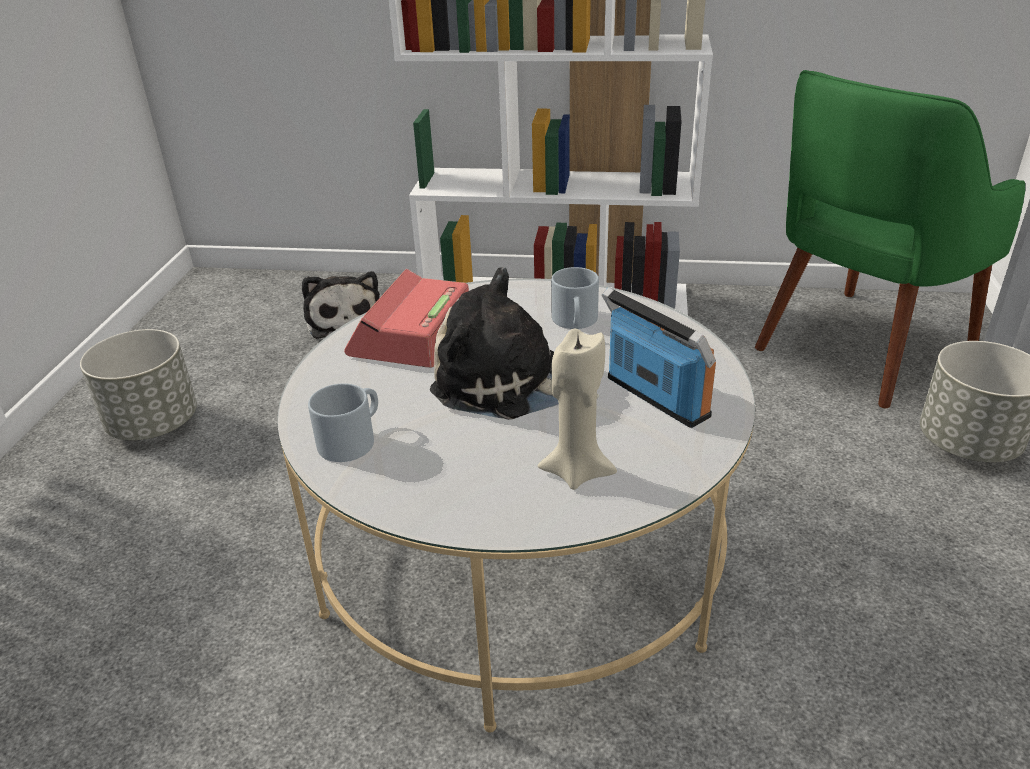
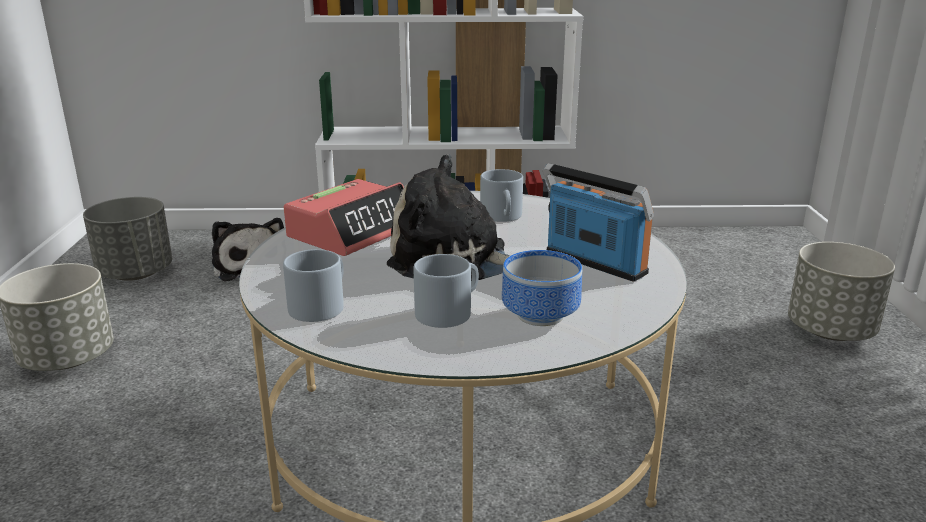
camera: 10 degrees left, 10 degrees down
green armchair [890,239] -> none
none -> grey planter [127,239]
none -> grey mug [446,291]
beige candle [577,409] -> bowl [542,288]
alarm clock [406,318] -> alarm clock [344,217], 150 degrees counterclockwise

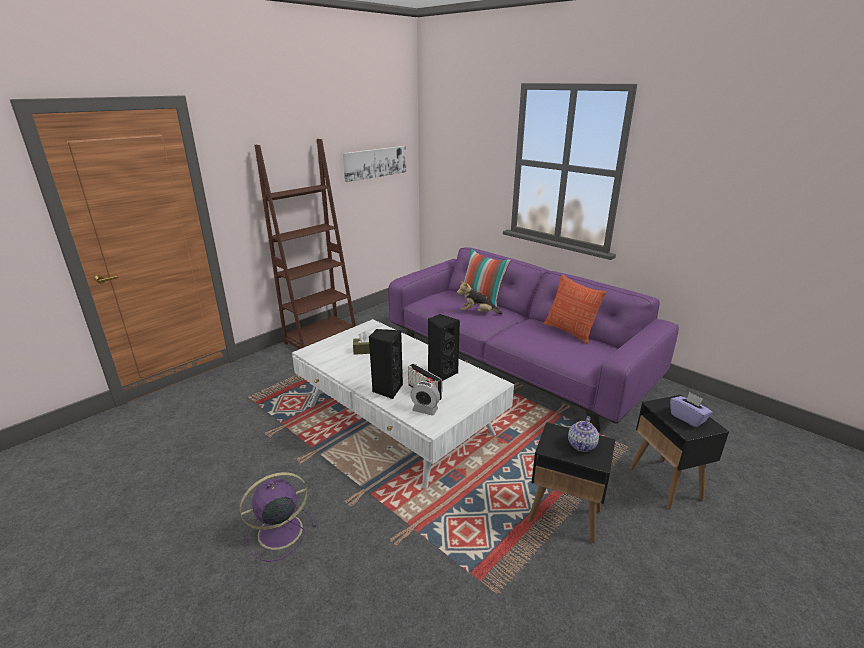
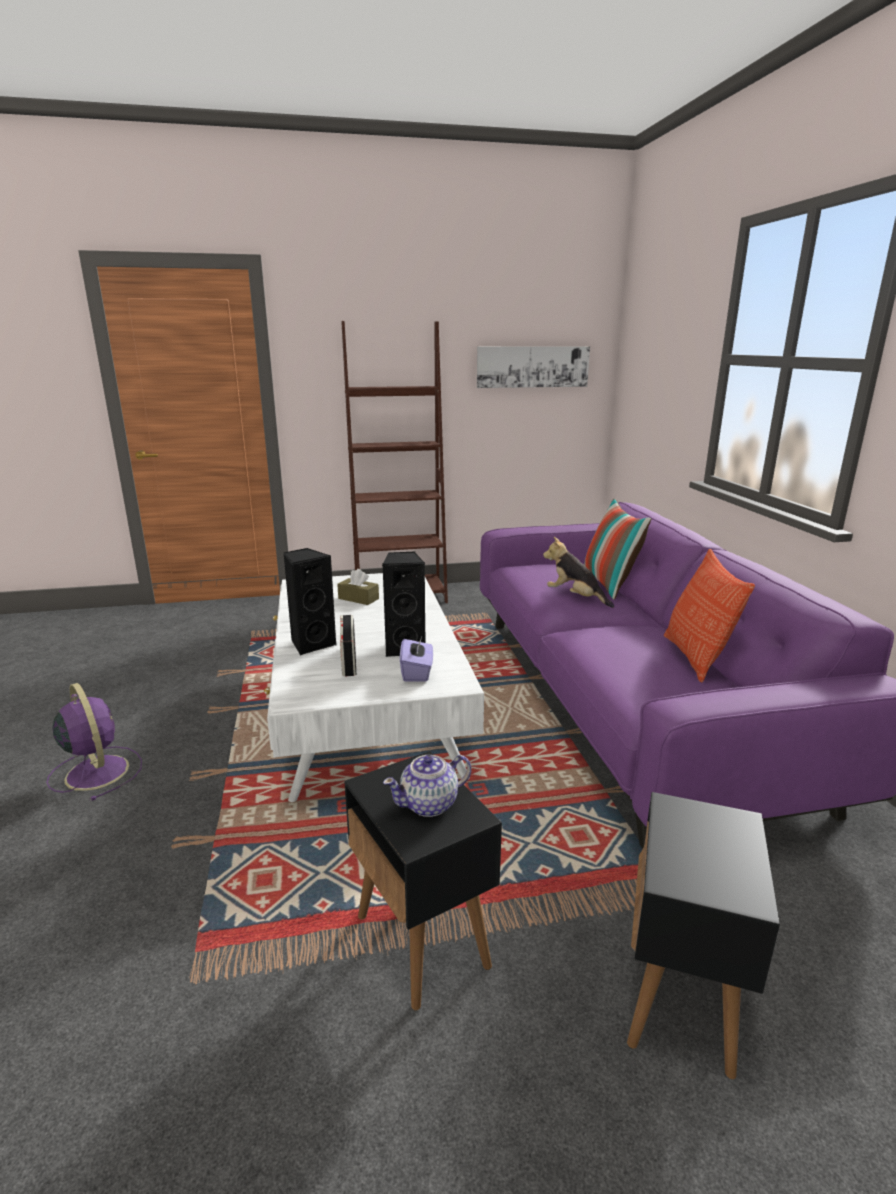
camera: 35 degrees right, 5 degrees down
alarm clock [425,398] -> none
purple tissue box [691,409] -> purple tissue box [416,657], relocated
purple fan [278,517] -> purple fan [94,742], 45 degrees clockwise

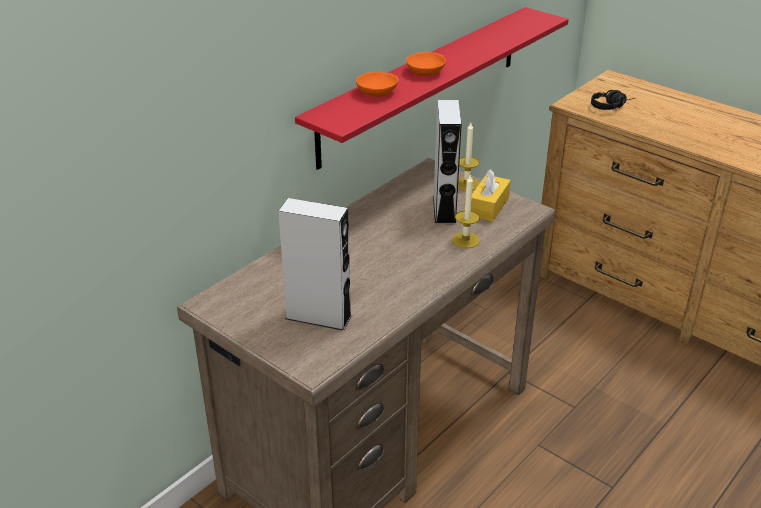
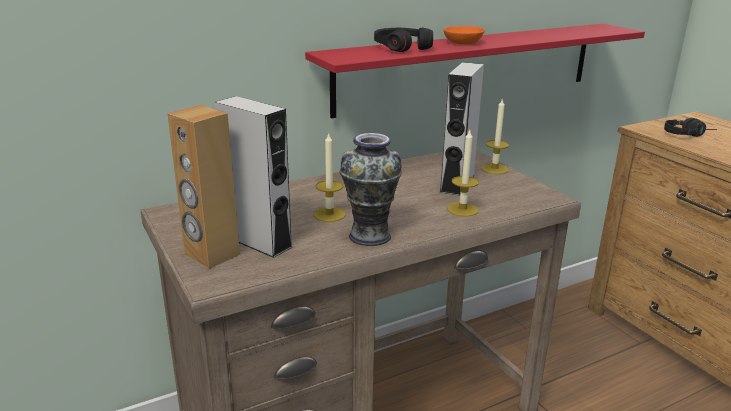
camera: 20 degrees right, 10 degrees down
yellow tissue box [491,195] -> none
none -> brown speaker [203,187]
none -> candle [330,177]
none -> vase [371,189]
orange bowl [377,84] -> black headphones [403,39]

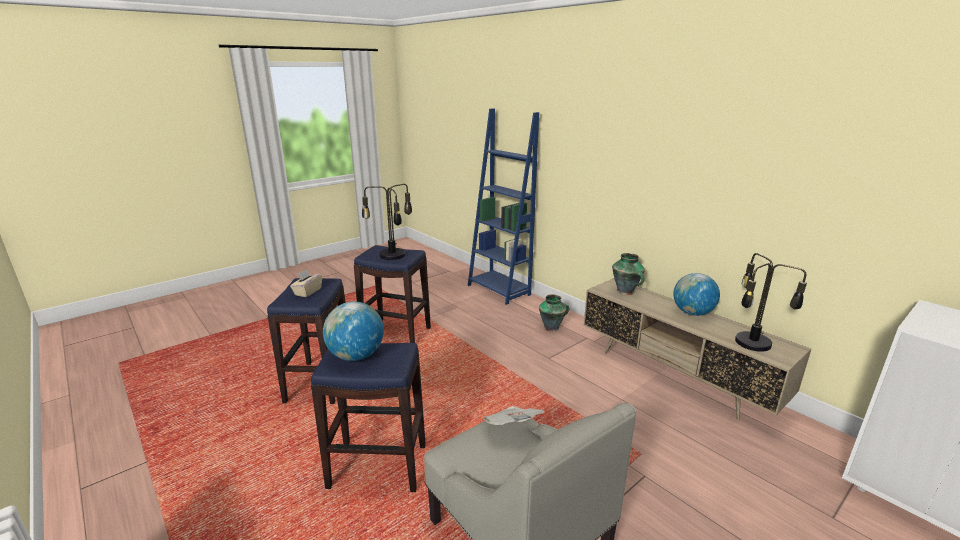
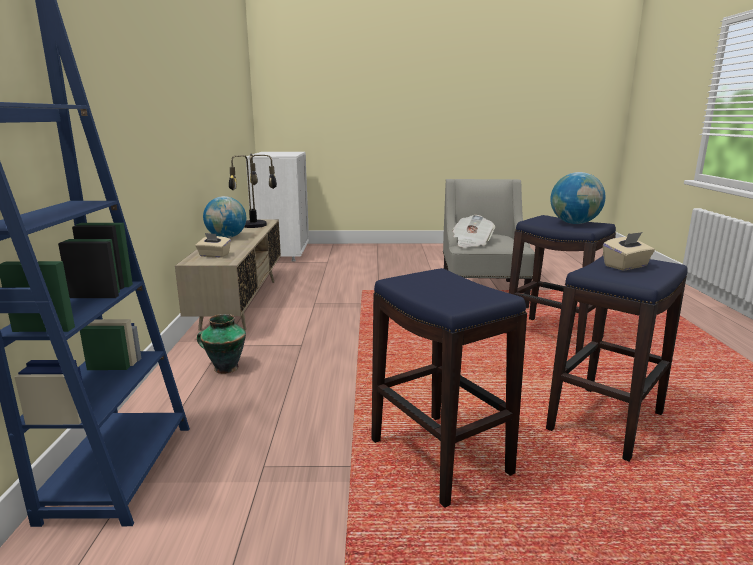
camera: 140 degrees left, 5 degrees down
table lamp [387,222] -> none
vase [628,274] -> beige tissue box [213,245]

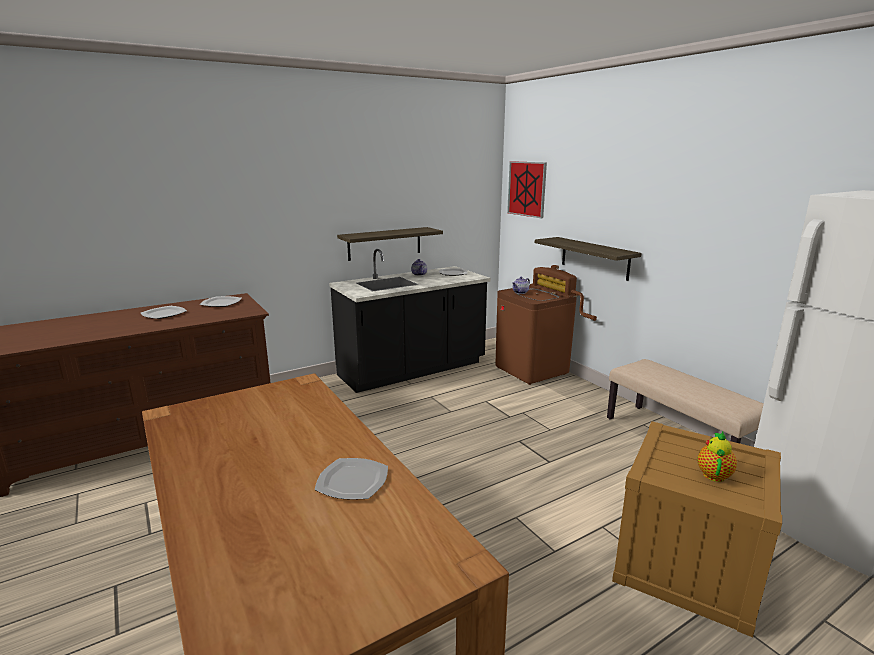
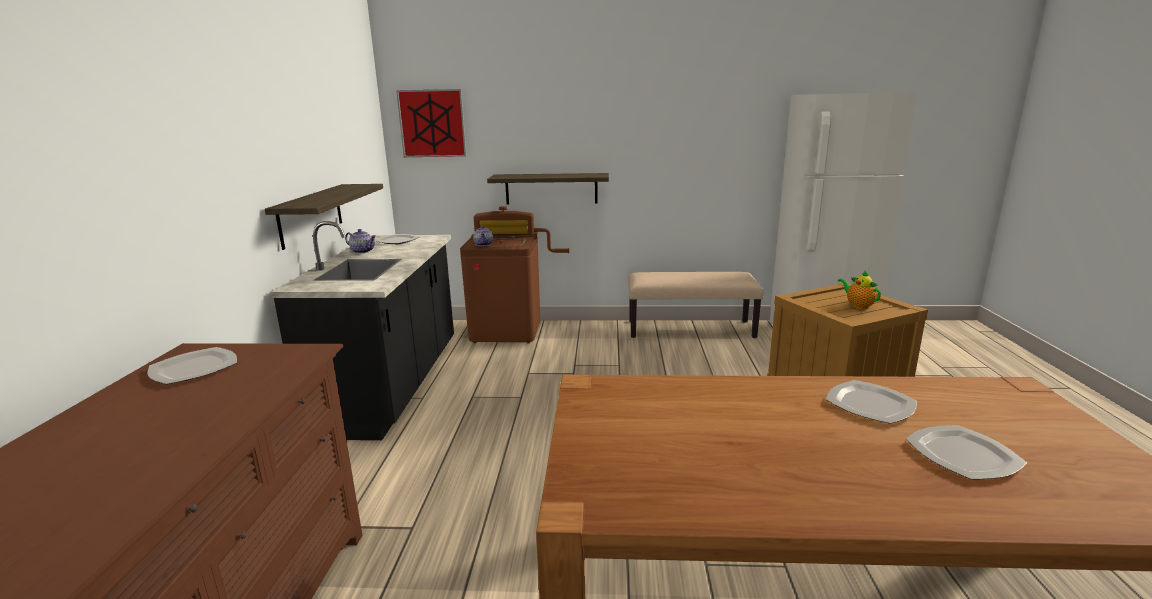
camera: 55 degrees left, 0 degrees up
plate [164,312] -> plate [966,452], relocated

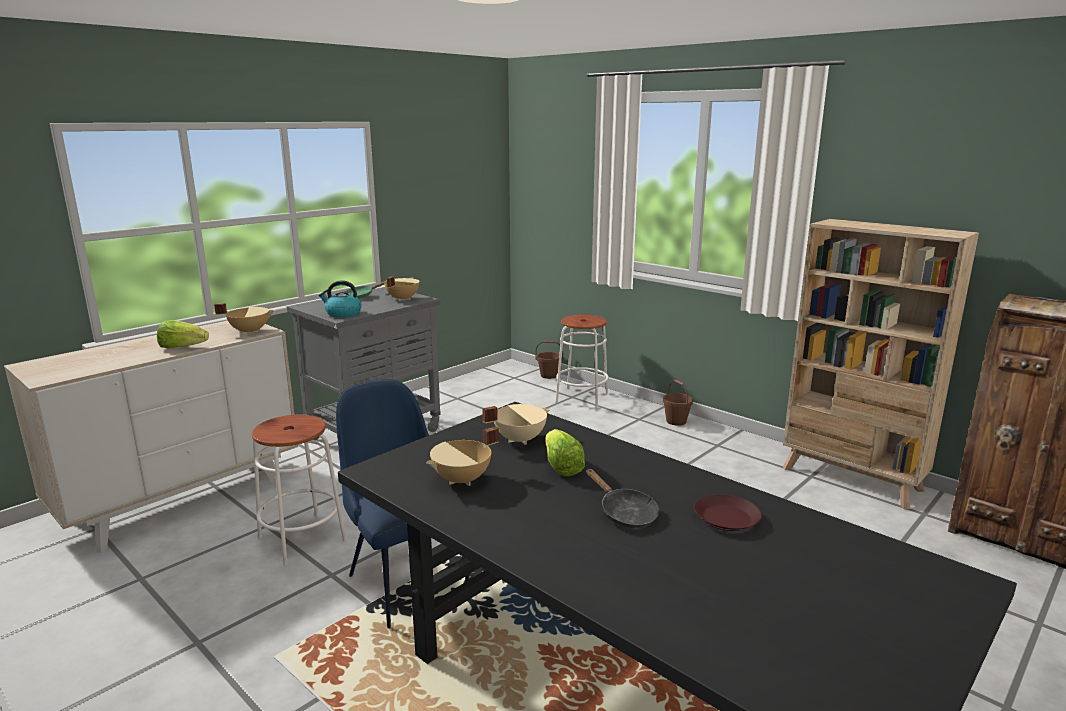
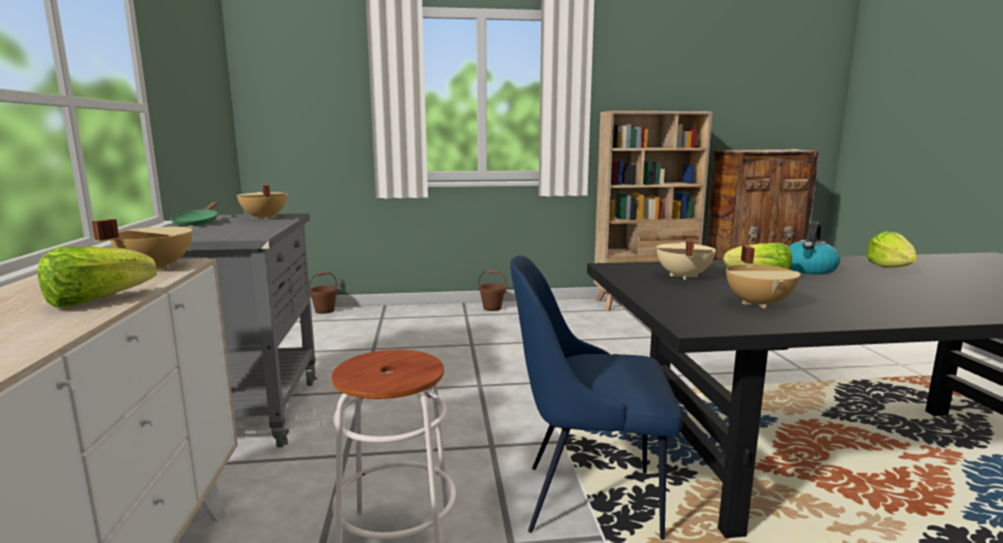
camera: 50 degrees left, 5 degrees down
white stool [582,361] -> none
black frying pan [622,498] -> none
kettle [340,299] -> kettle [814,248], relocated
brown plate [728,512] -> lettuce [891,249]

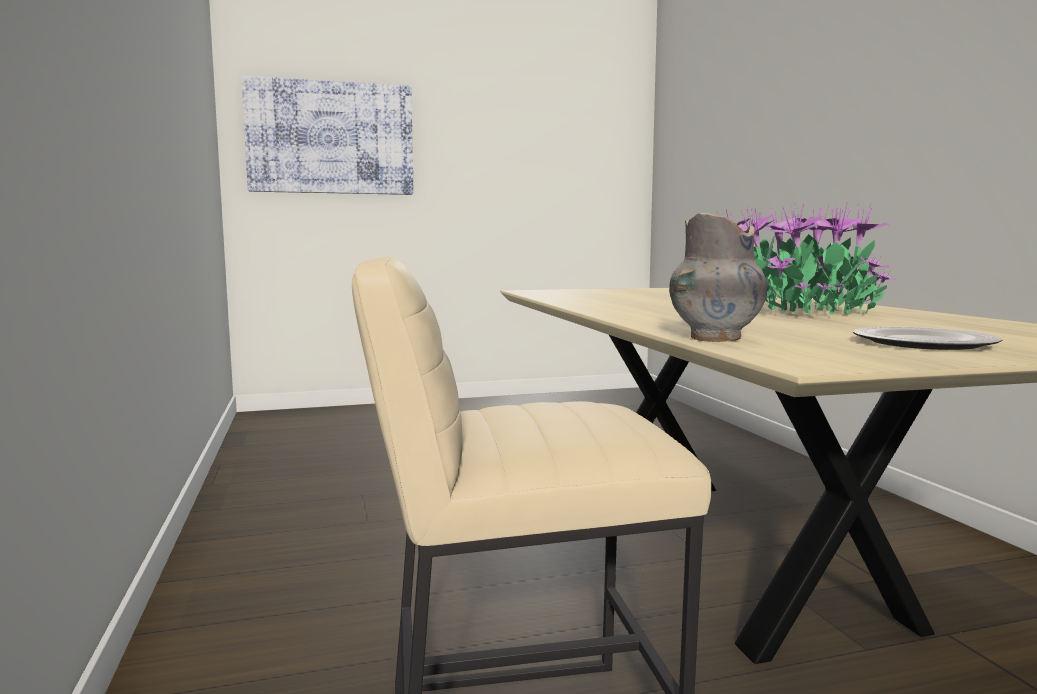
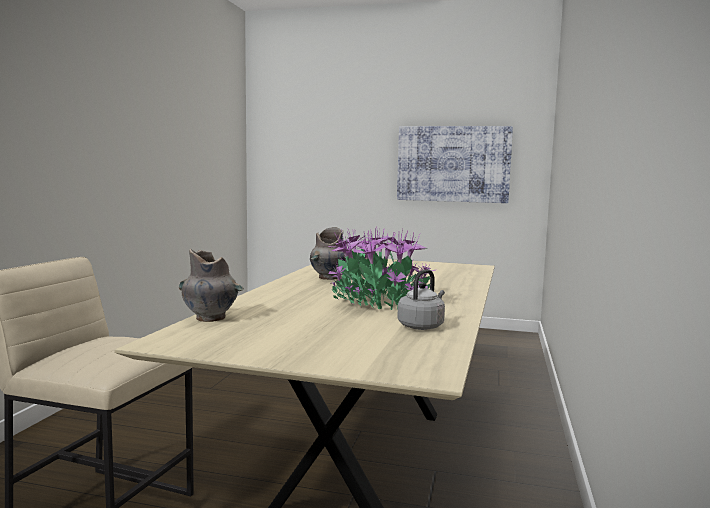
camera: 30 degrees right, 0 degrees up
plate [927,338] -> none
none -> grey vase [328,253]
none -> grey kettle [421,300]
picture [328,135] -> picture [455,164], relocated

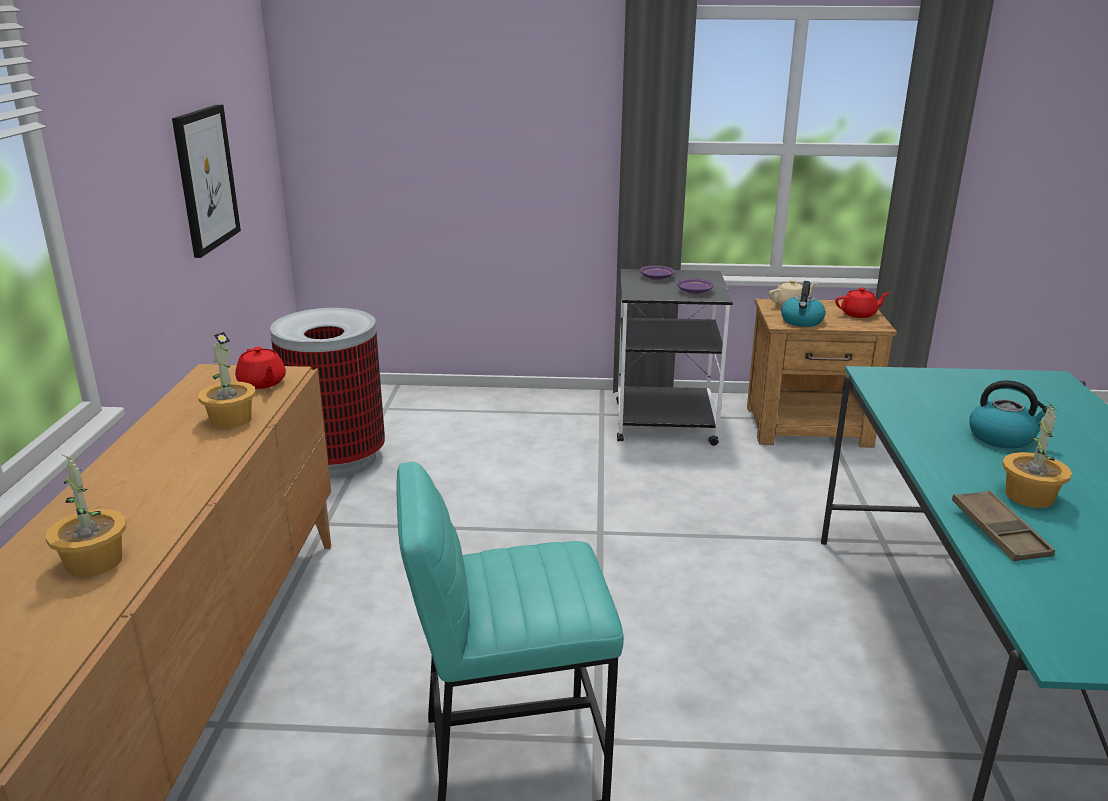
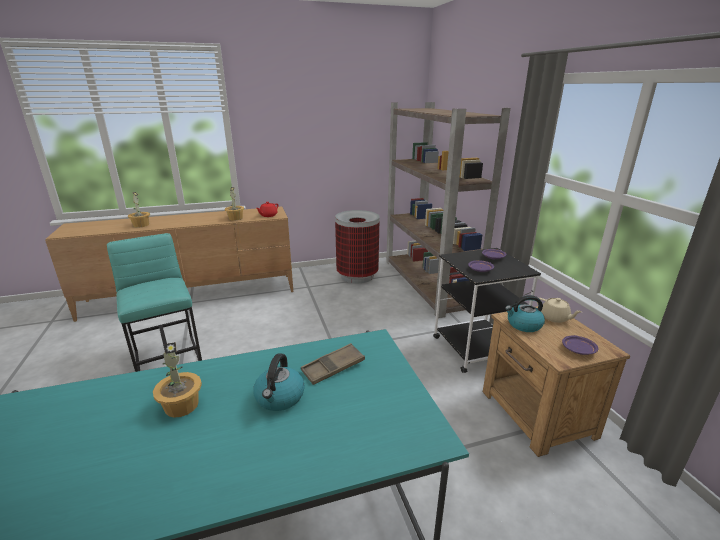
camera: 70 degrees right, 0 degrees up
picture [206,181] -> none
none -> brown bookcase [448,210]
brown tray [1003,525] -> brown tray [333,364], relocated
red teapot [862,303] -> purple plate [580,345]

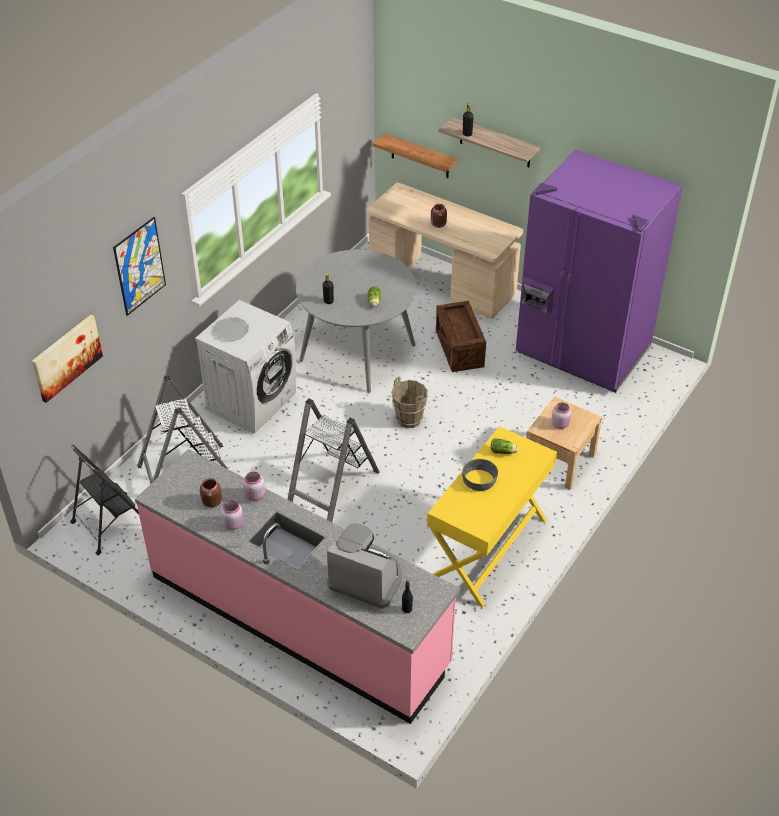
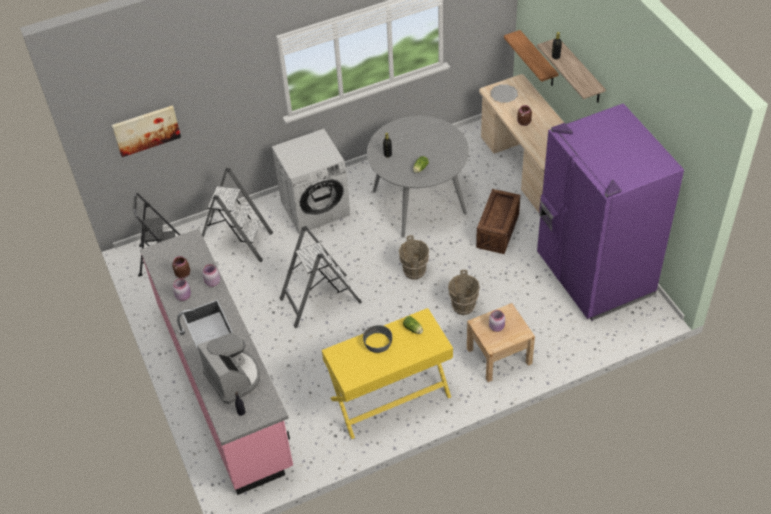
camera: 35 degrees right, 5 degrees up
picture [139,266] -> none
none -> brown bucket [464,292]
plate [231,329] -> plate [504,93], relocated

